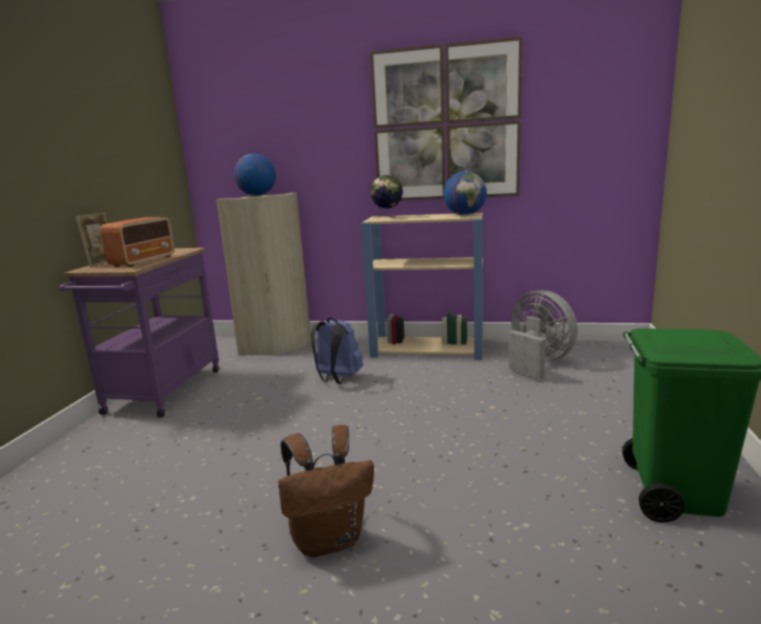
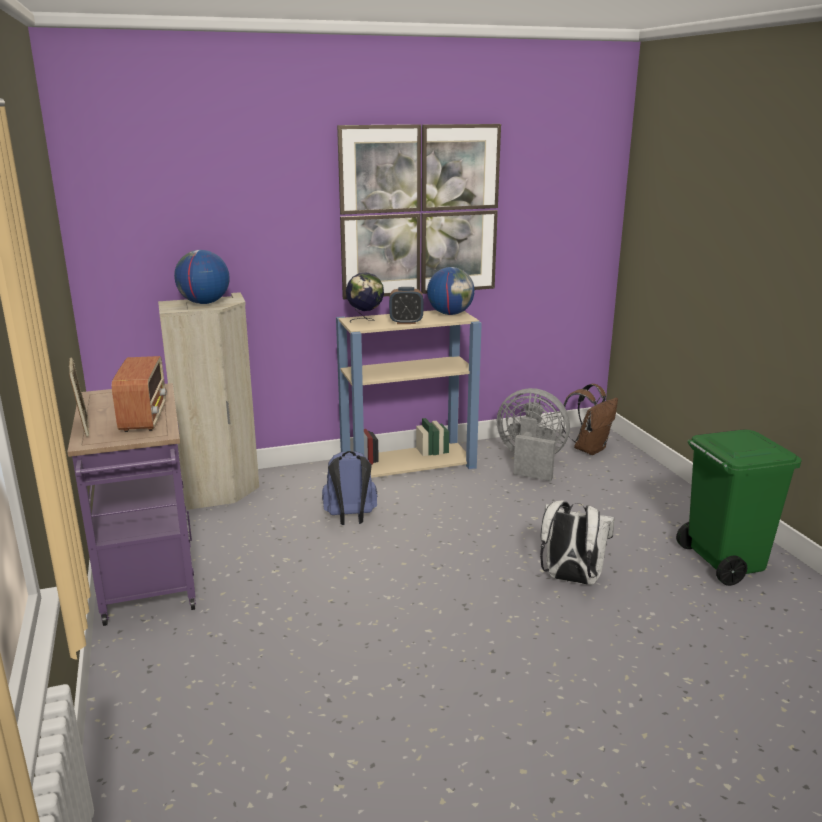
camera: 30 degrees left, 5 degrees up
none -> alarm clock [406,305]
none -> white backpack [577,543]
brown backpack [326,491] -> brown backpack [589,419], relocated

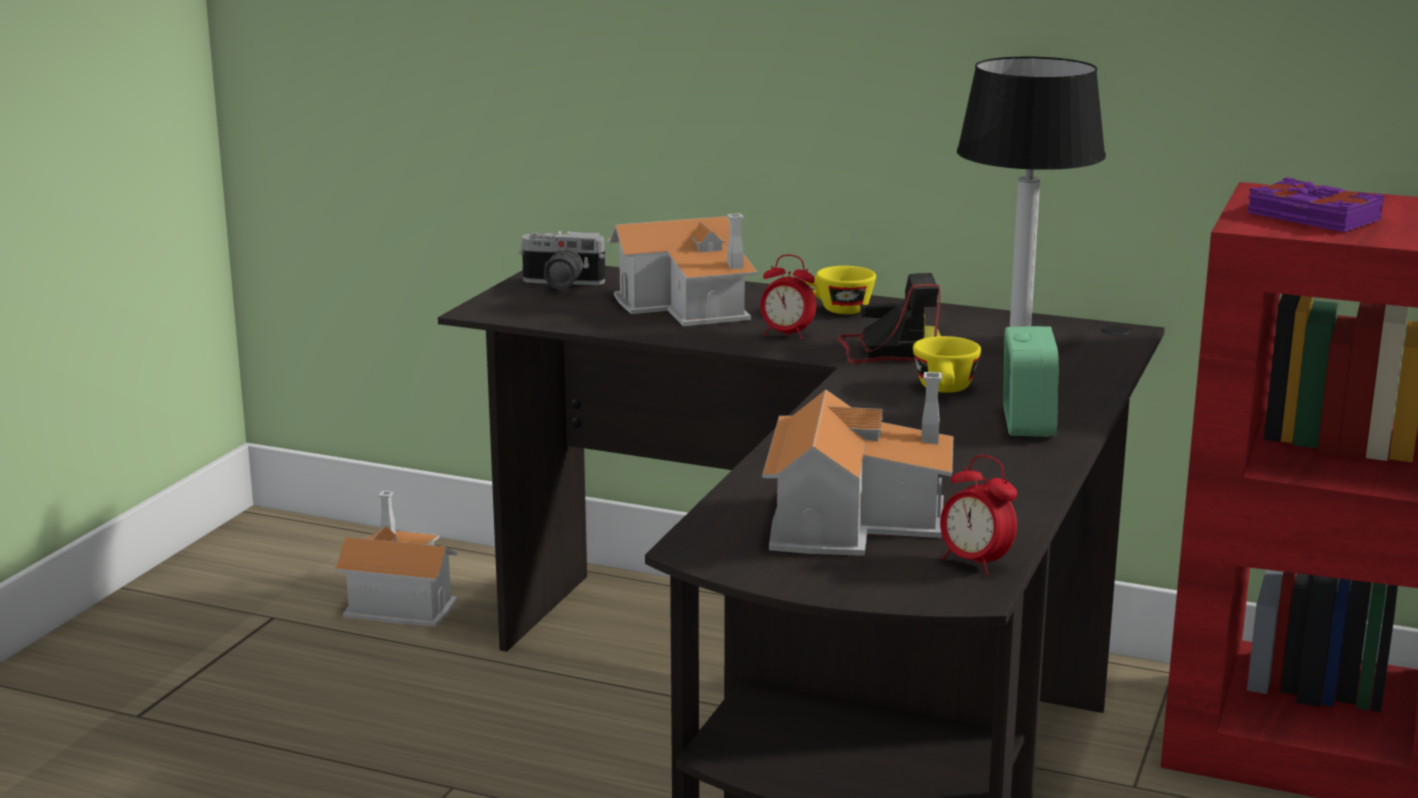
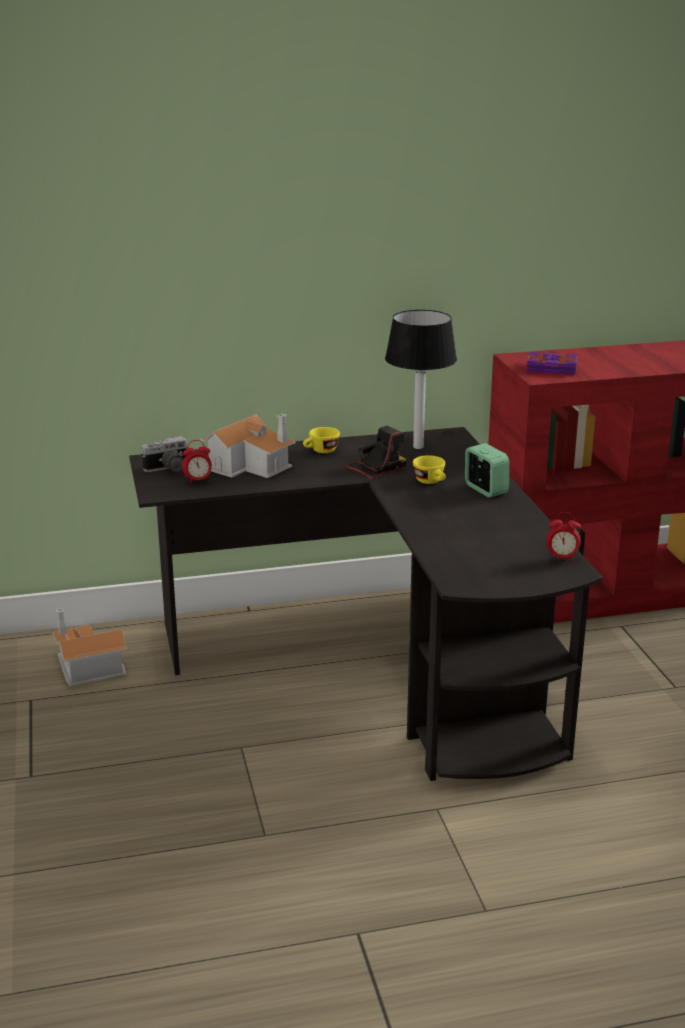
camera: 35 degrees left, 5 degrees up
toy house [857,464] -> none
alarm clock [788,297] -> alarm clock [197,462], relocated

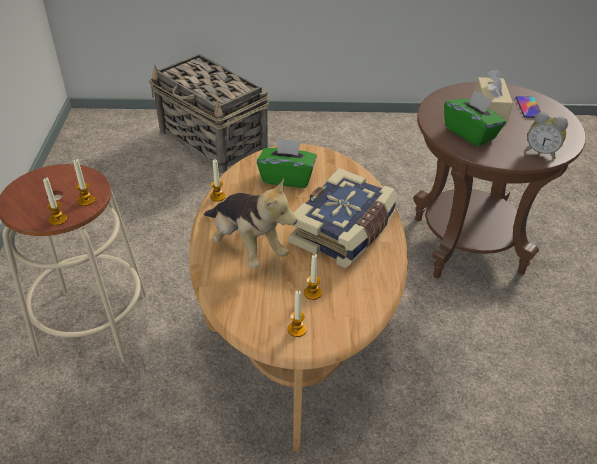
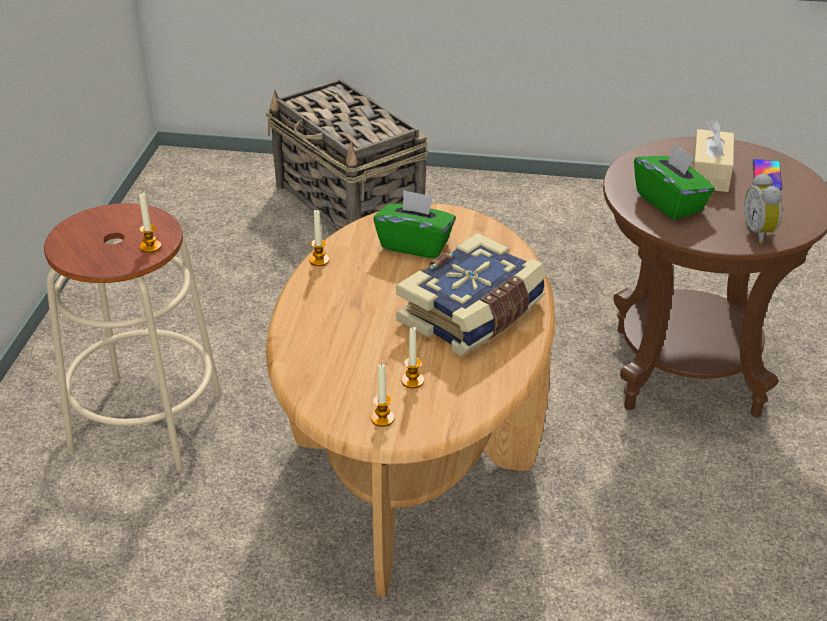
camera: 10 degrees right, 5 degrees down
candle [55,202] -> none
plush toy [250,223] -> none
alarm clock [546,135] -> alarm clock [763,208], 45 degrees clockwise

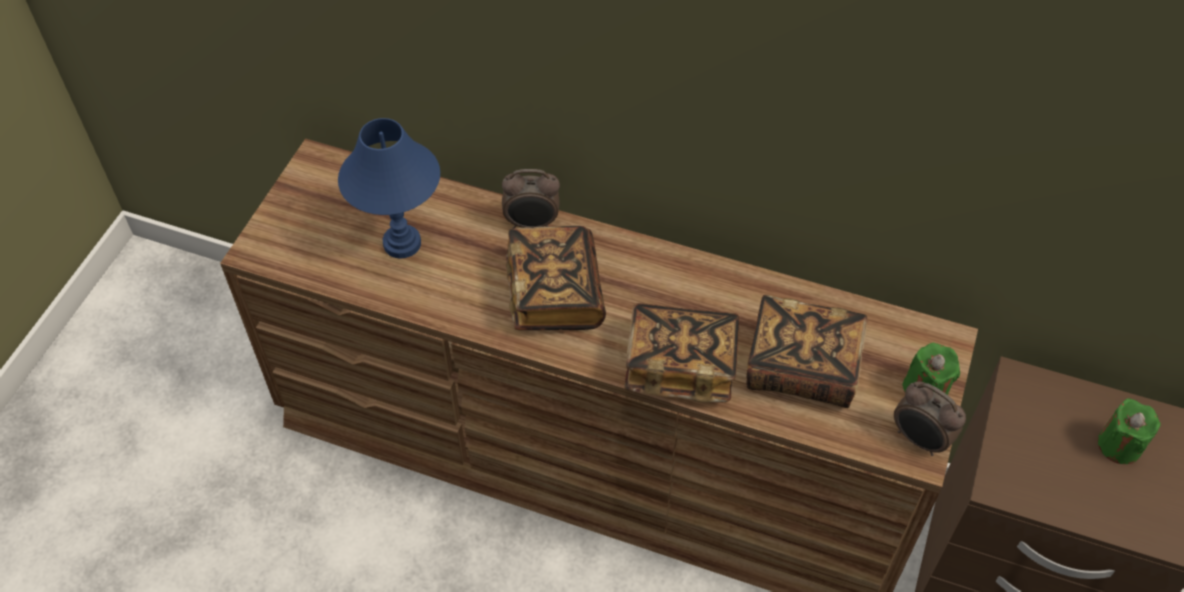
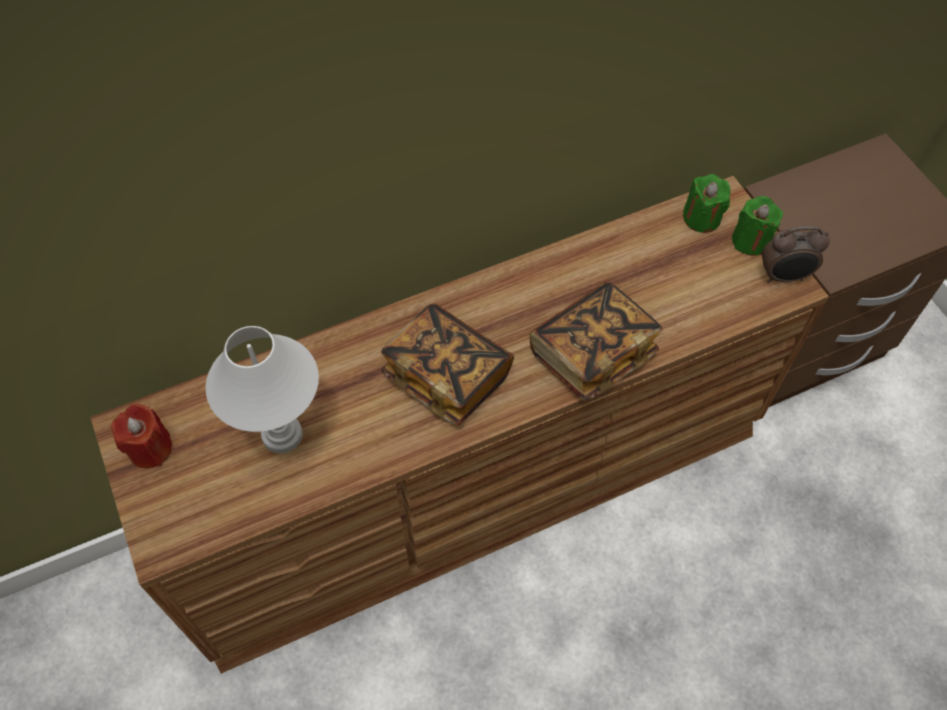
camera: 45 degrees left, 5 degrees up
alarm clock [531,199] -> none
book [806,351] -> none
none -> red candle [141,436]
green candle [1129,431] -> green candle [706,203], relocated
blue table lamp [389,188] -> white table lamp [262,389]

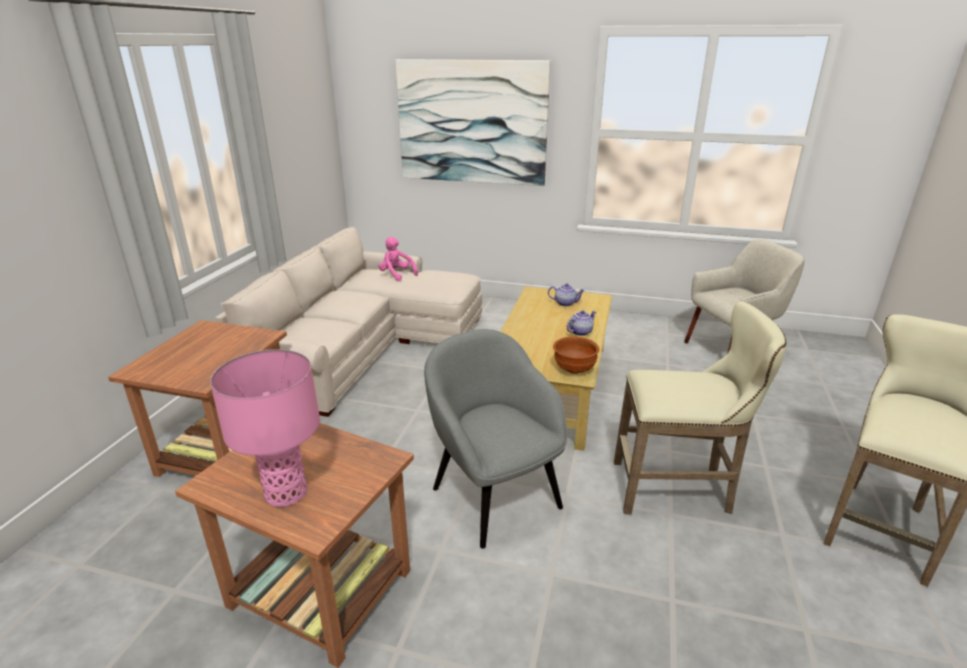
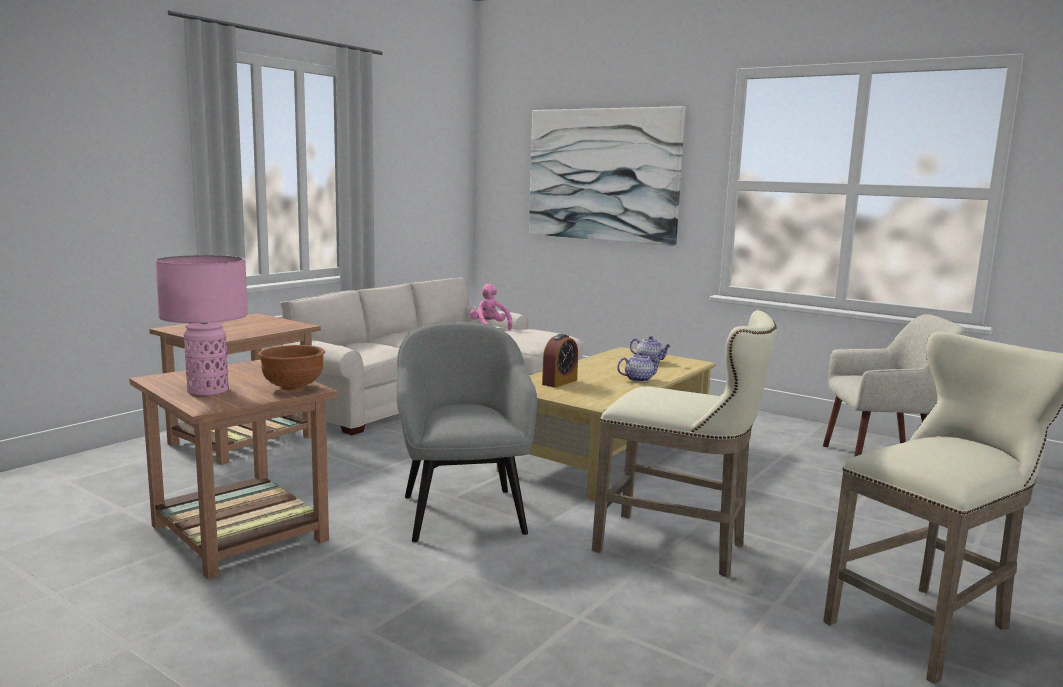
camera: 20 degrees right, 15 degrees down
none -> alarm clock [560,361]
brown bowl [576,355] -> brown bowl [291,368], relocated

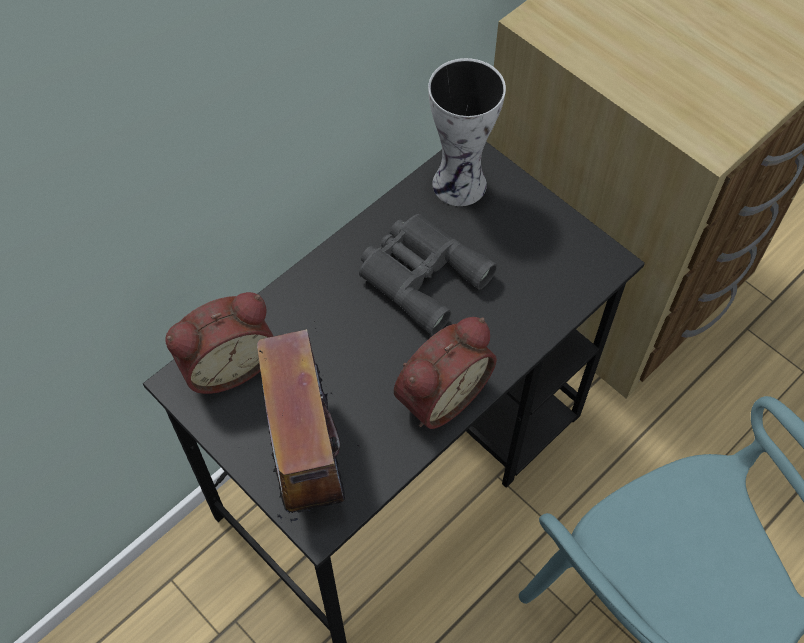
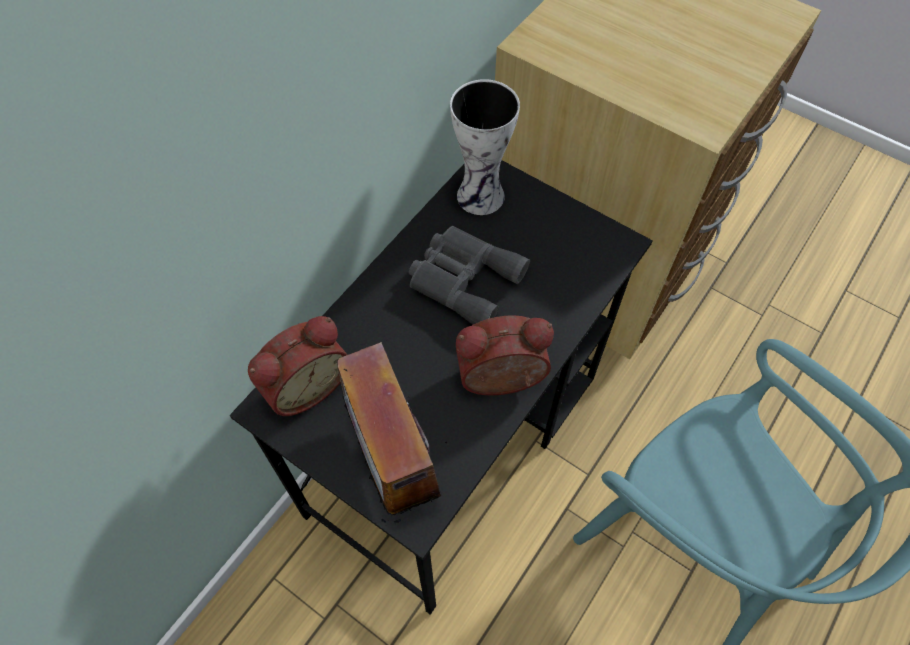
camera: 10 degrees left, 0 degrees up
alarm clock [445,373] -> alarm clock [505,355], 135 degrees counterclockwise

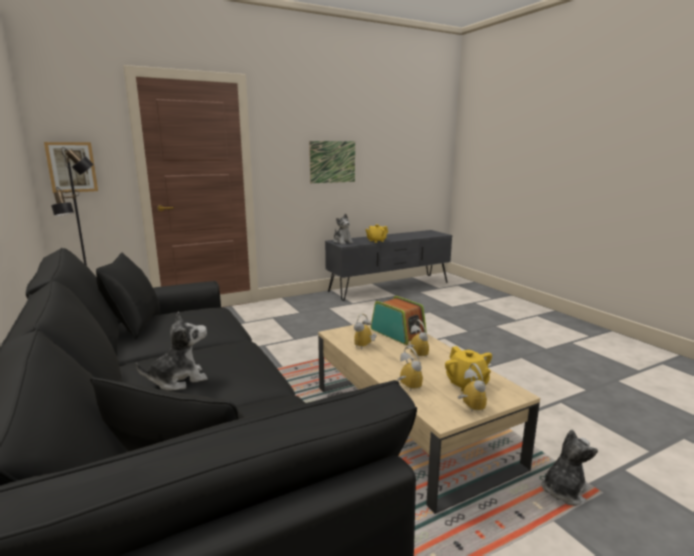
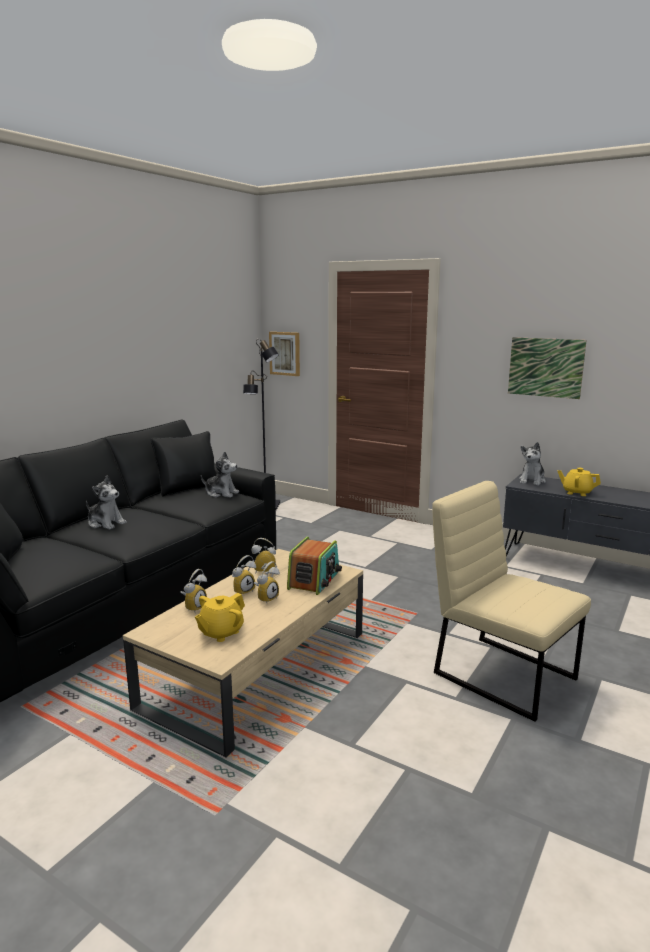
camera: 60 degrees right, 0 degrees up
none -> beige chair [511,601]
alarm clock [472,387] -> alarm clock [243,574], relocated
plush toy [570,468] -> plush toy [220,475], relocated

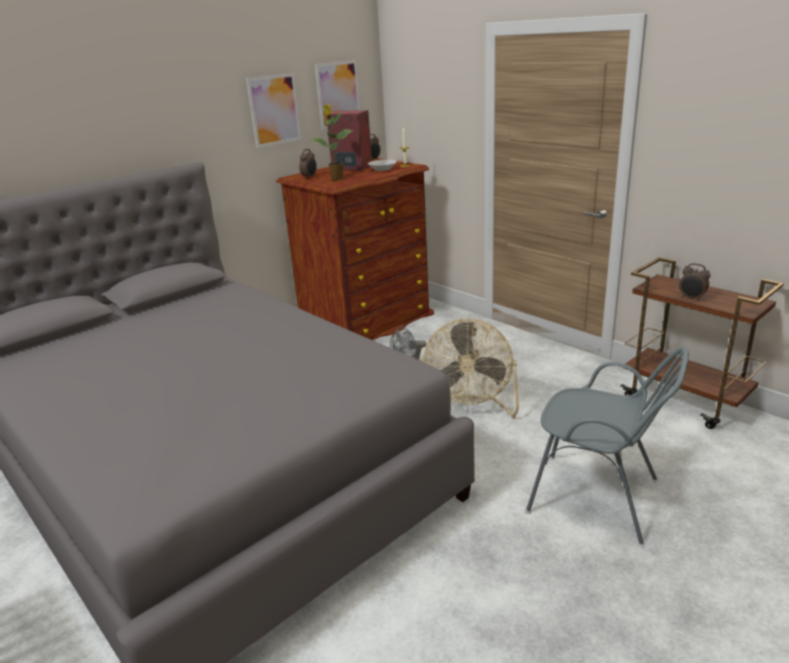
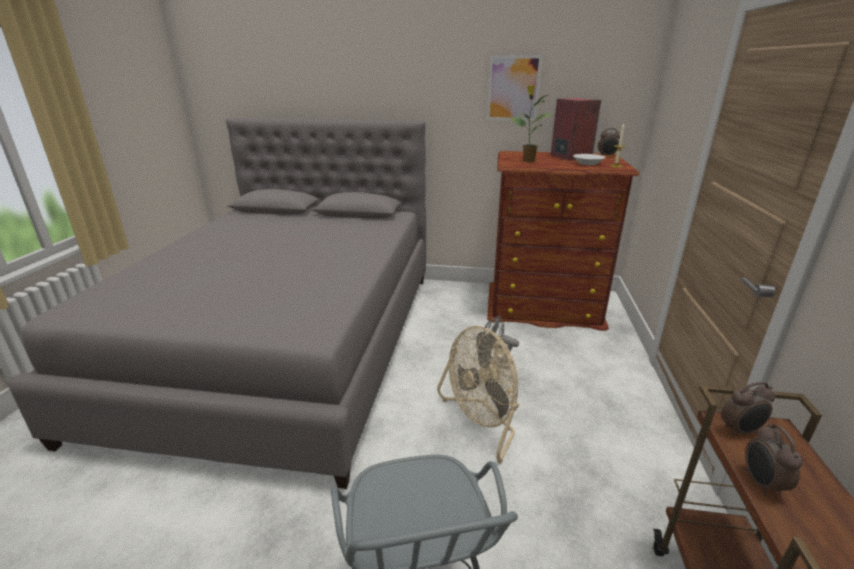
camera: 50 degrees right, 0 degrees up
picture [337,95] -> none
alarm clock [308,163] -> alarm clock [748,409], relocated

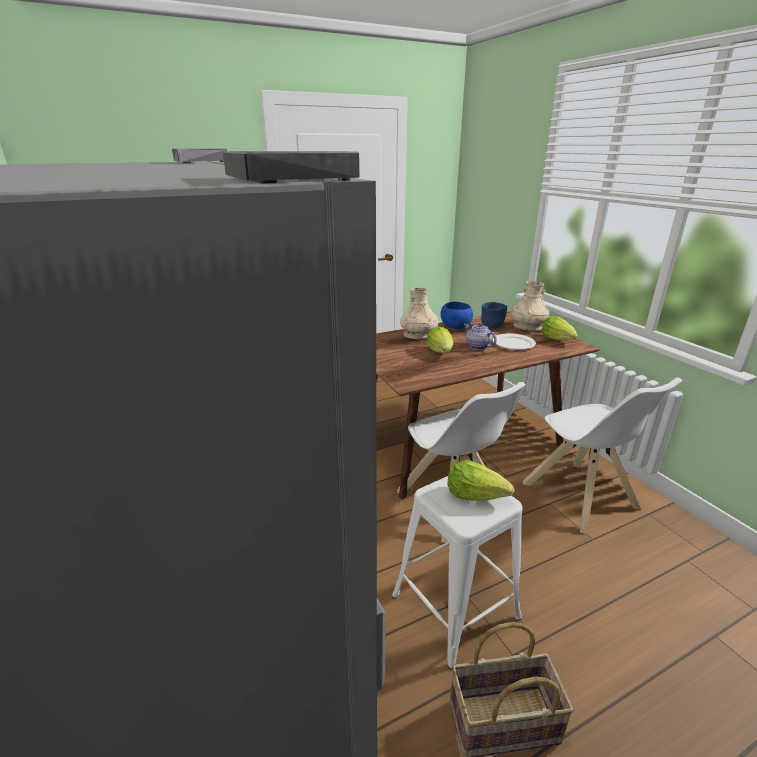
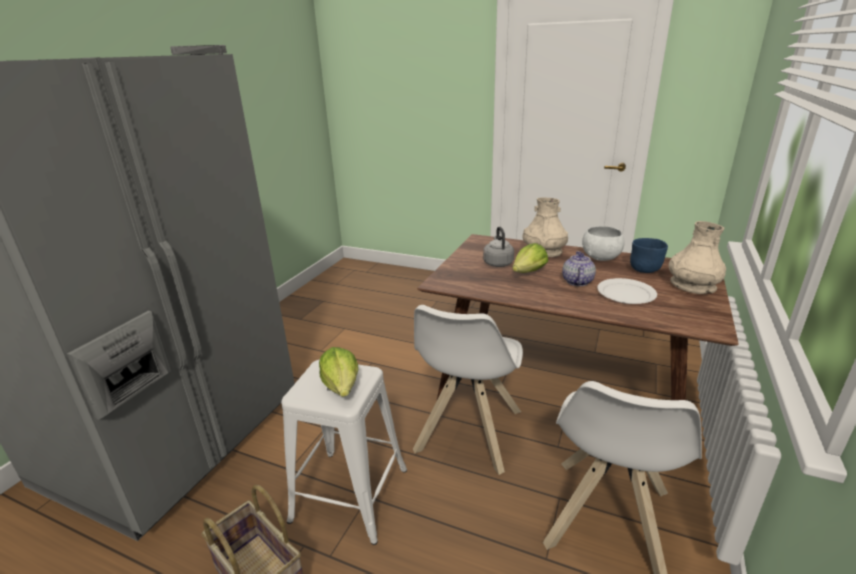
camera: 50 degrees right, 0 degrees up
lettuce [559,328] -> none
none -> grey kettle [498,247]
blue bowl [457,315] -> white bowl [603,243]

